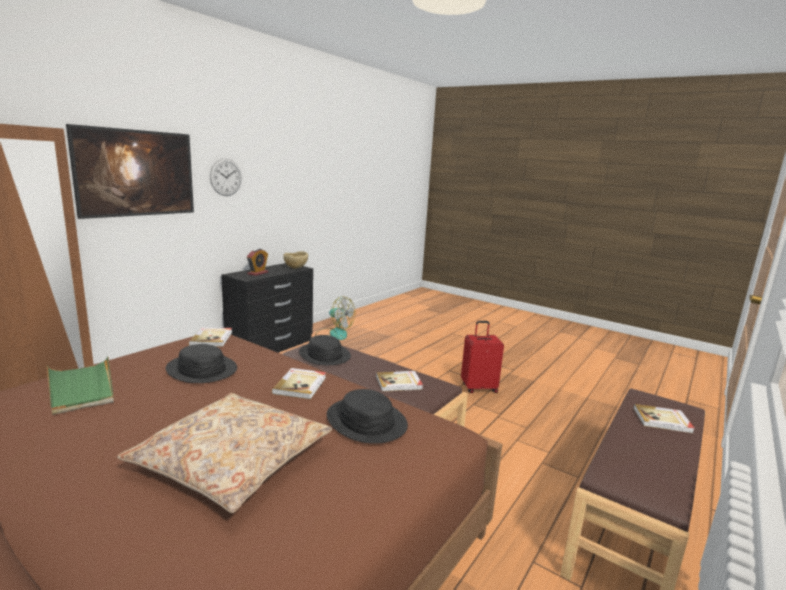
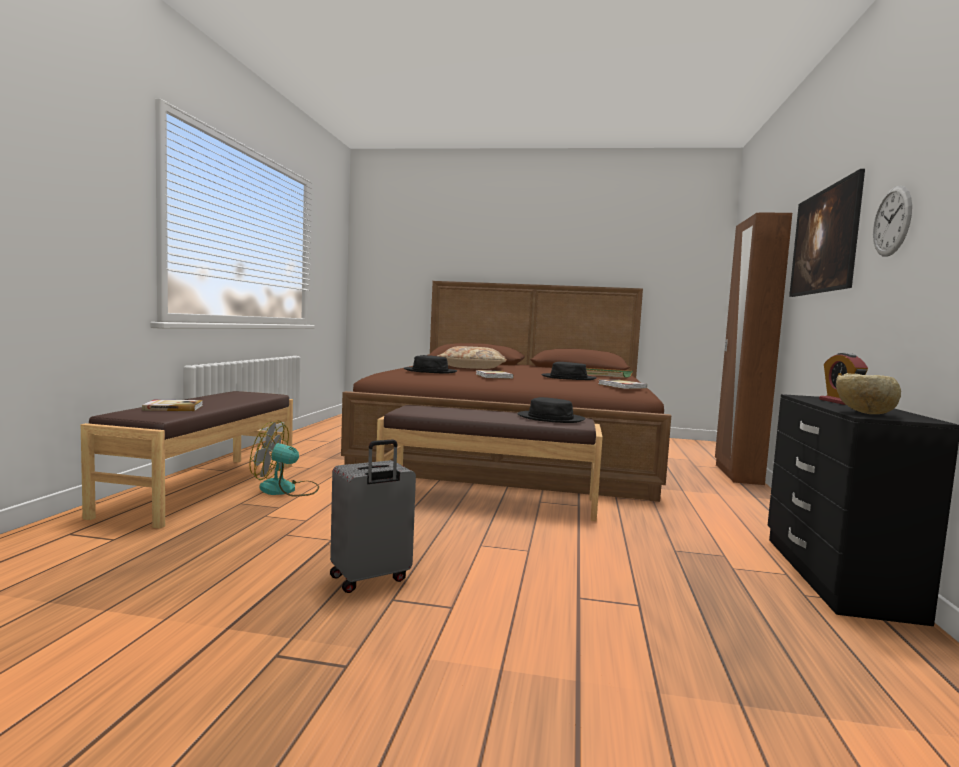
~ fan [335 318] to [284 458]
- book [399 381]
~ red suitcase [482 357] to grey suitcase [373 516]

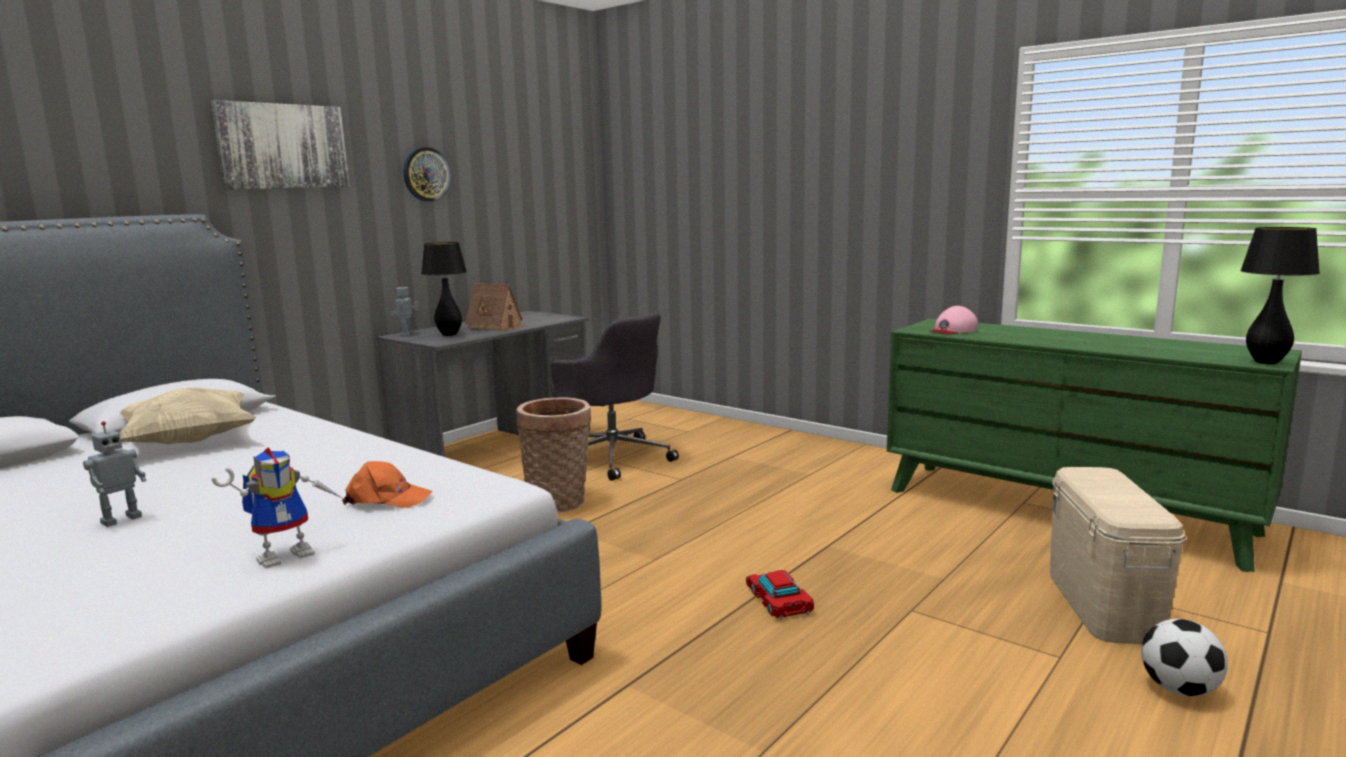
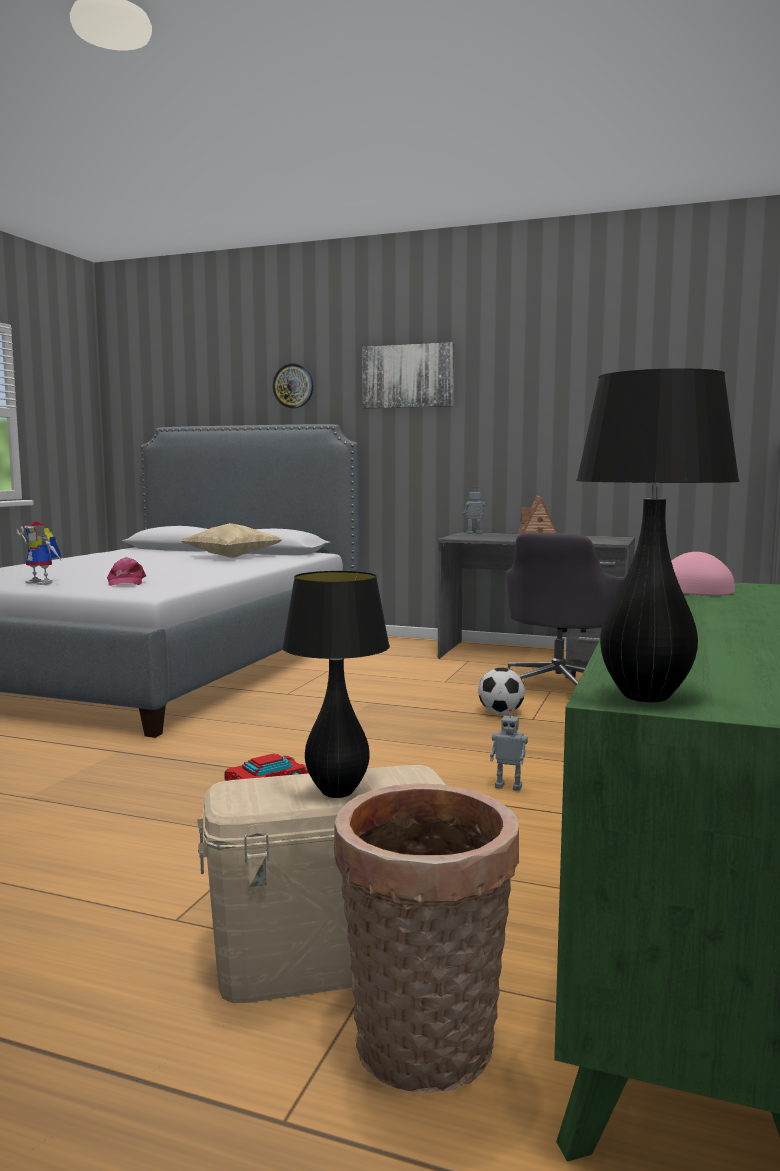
~ toy robot [115 474] to [509 749]
~ orange cap [387 484] to pink cap [126 571]
~ wall clock [427 174] to [292 385]
~ black table lamp [444 289] to [336 684]
~ basket [554 455] to [426 938]
~ football [1184 658] to [501 691]

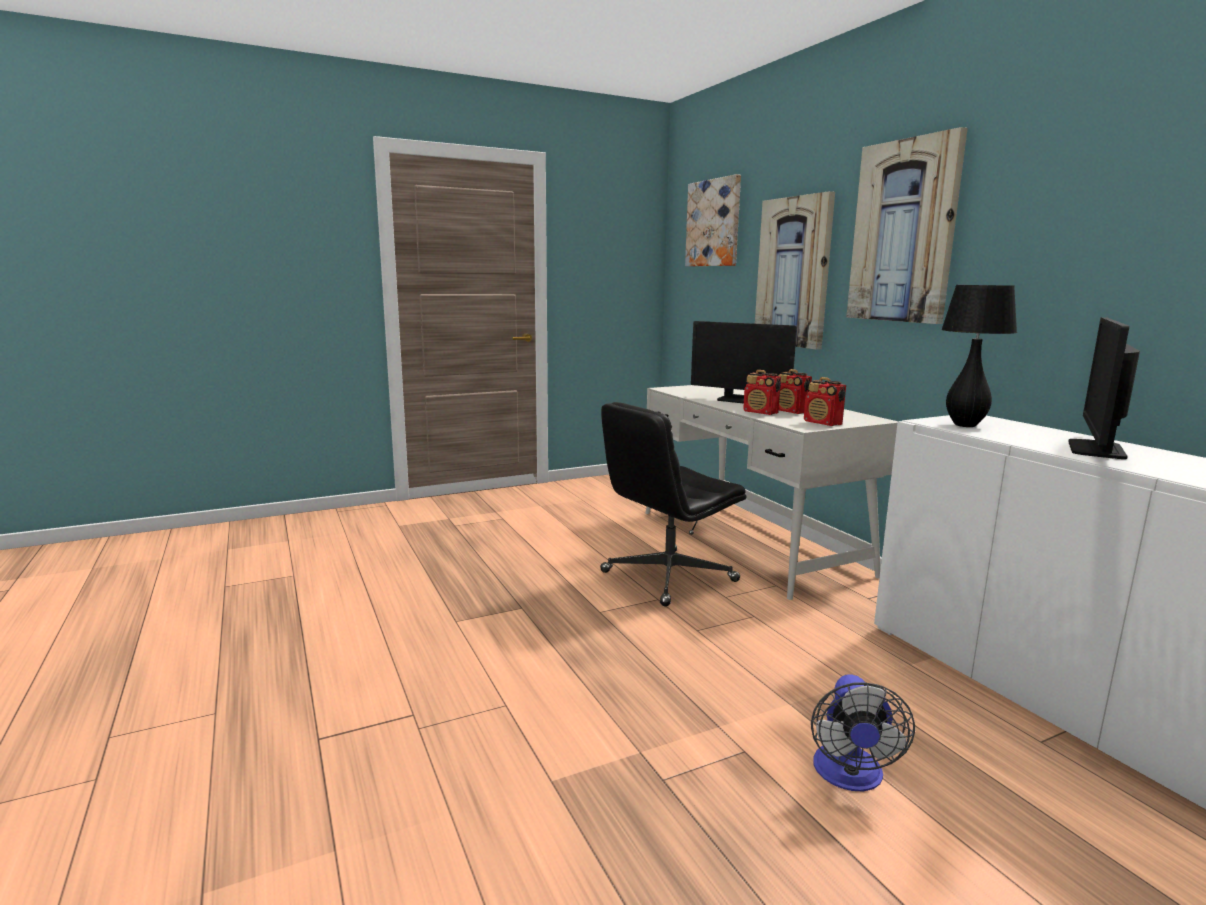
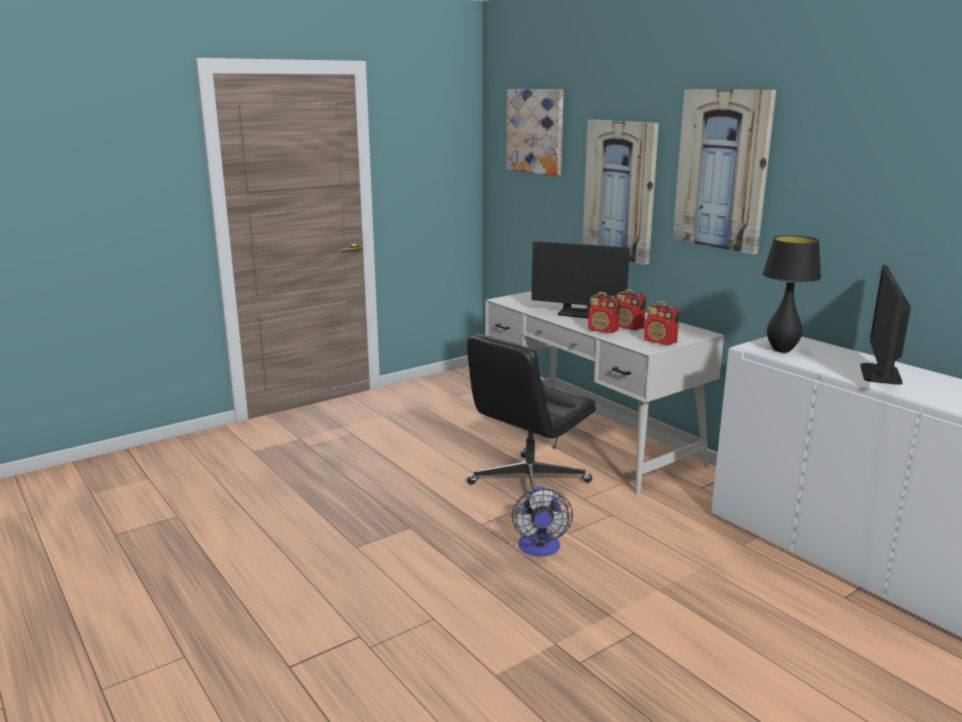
~ fan [863 733] to [542 521]

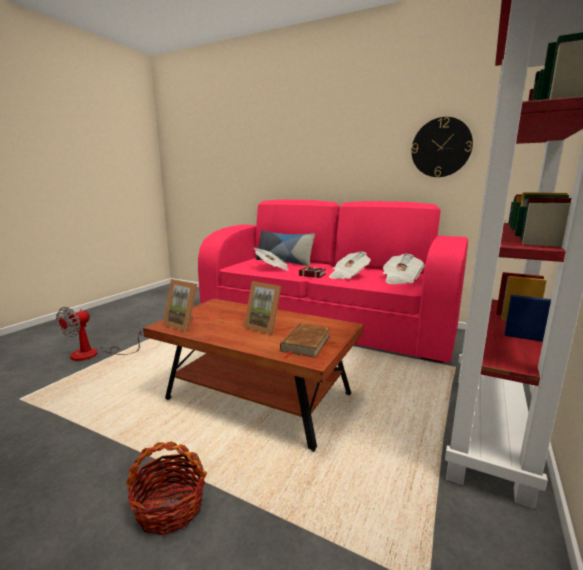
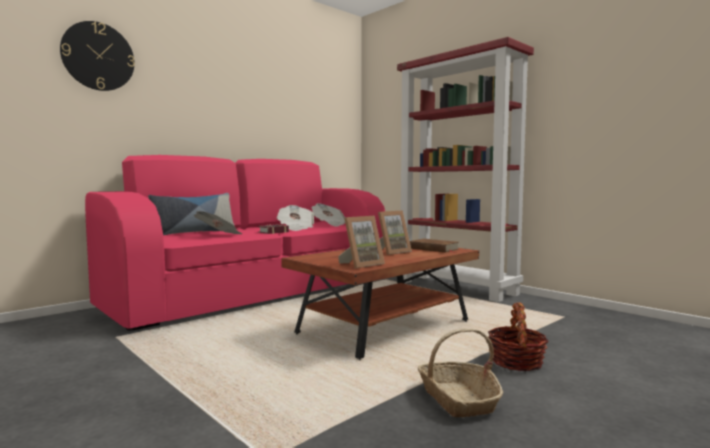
- fan [100 334]
~ wall clock [442 147] to [97 56]
+ basket [460 373]

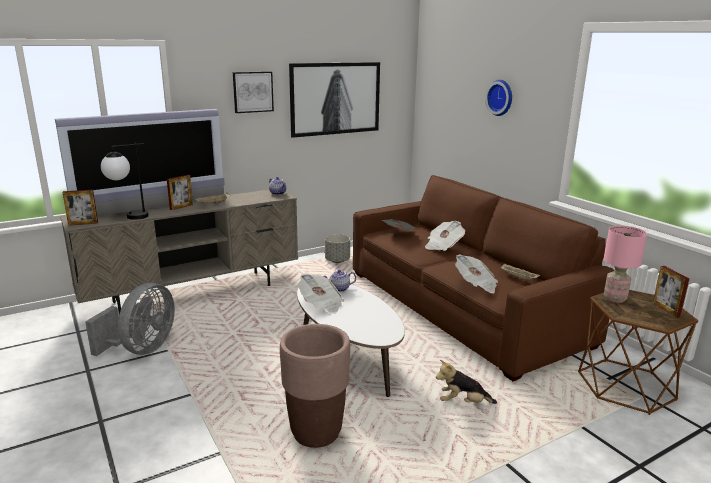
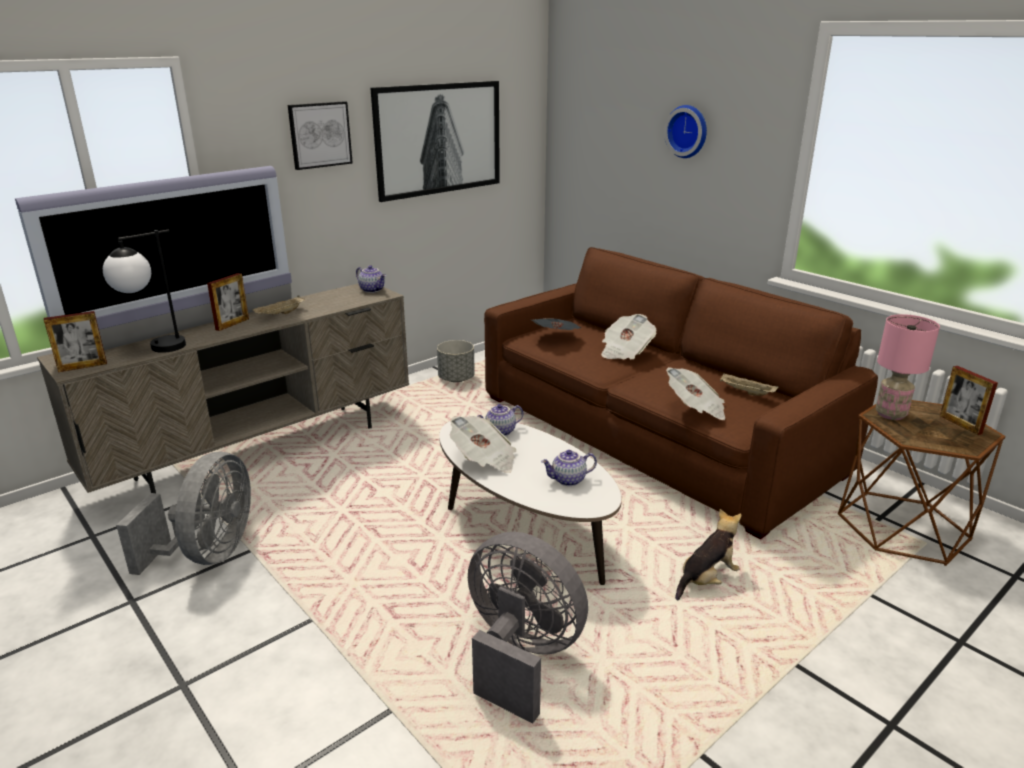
~ brown planter [315 386] to grey fan [528 628]
~ plush toy [466 382] = [708 554] 150 degrees clockwise
+ teapot [569 468]

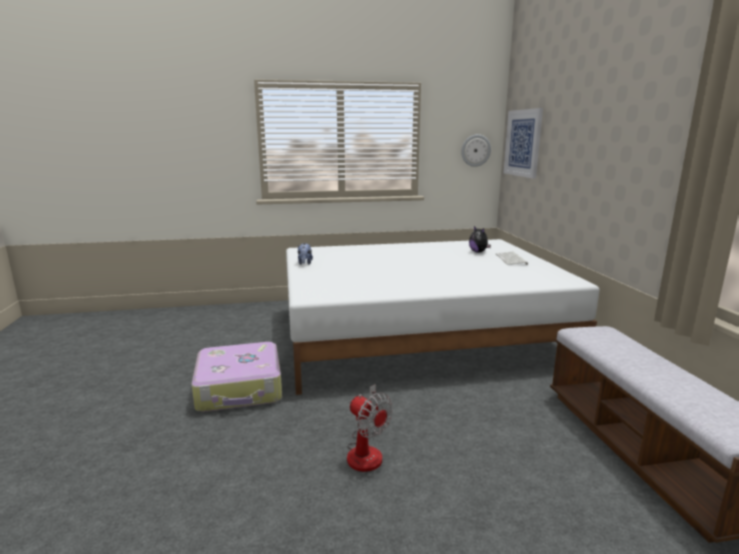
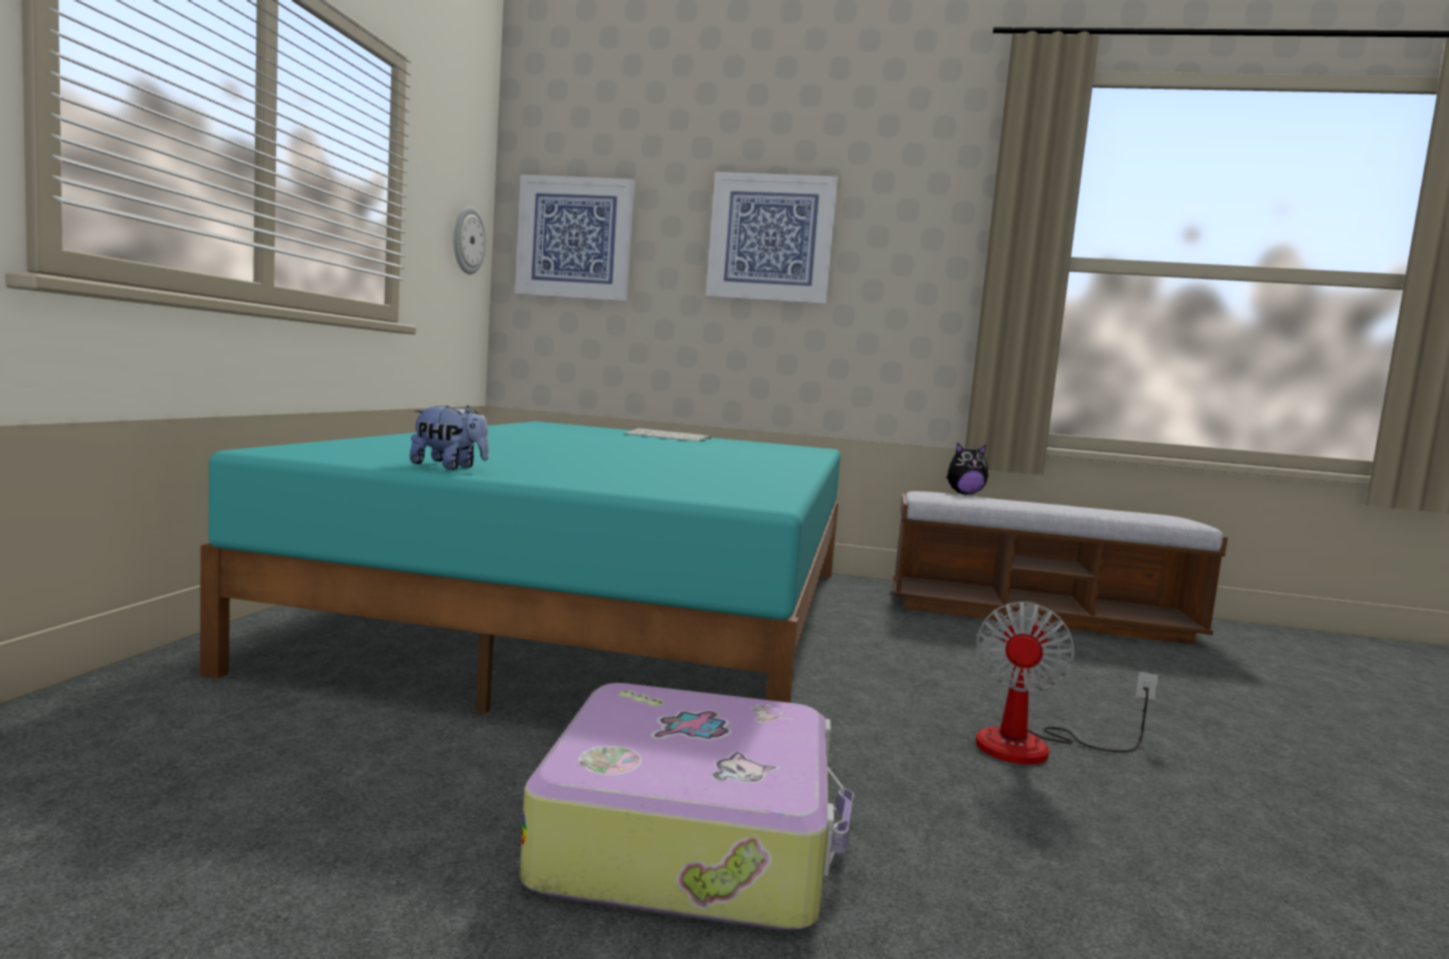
~ white bed [443 317] to turquoise bed [520 567]
~ fan [370 428] = [1067 683] 135 degrees clockwise
~ plush toy [480 239] to [967 468]
+ picture [772 238]

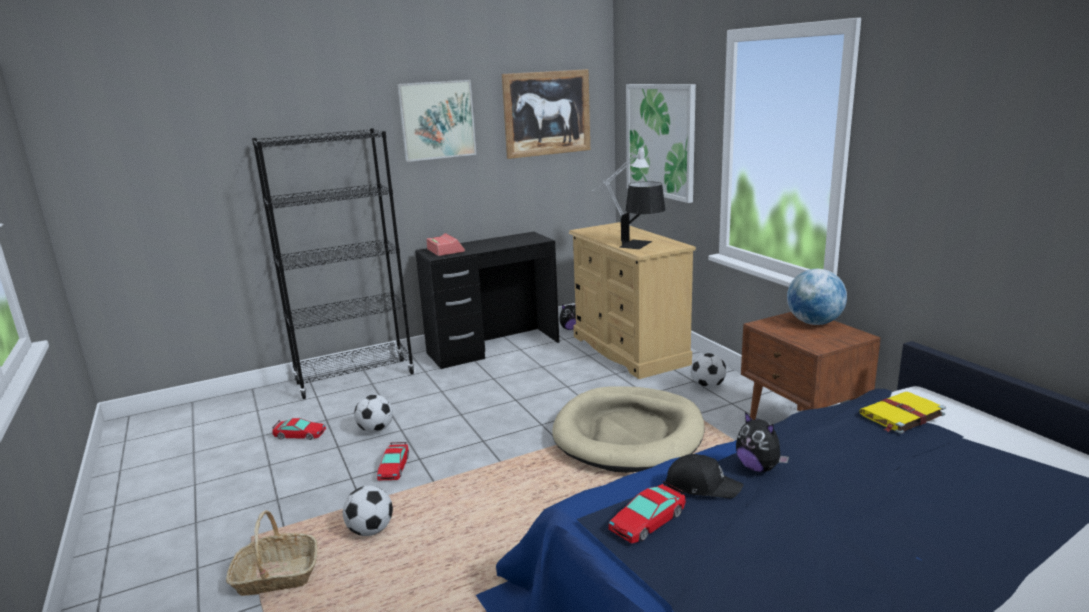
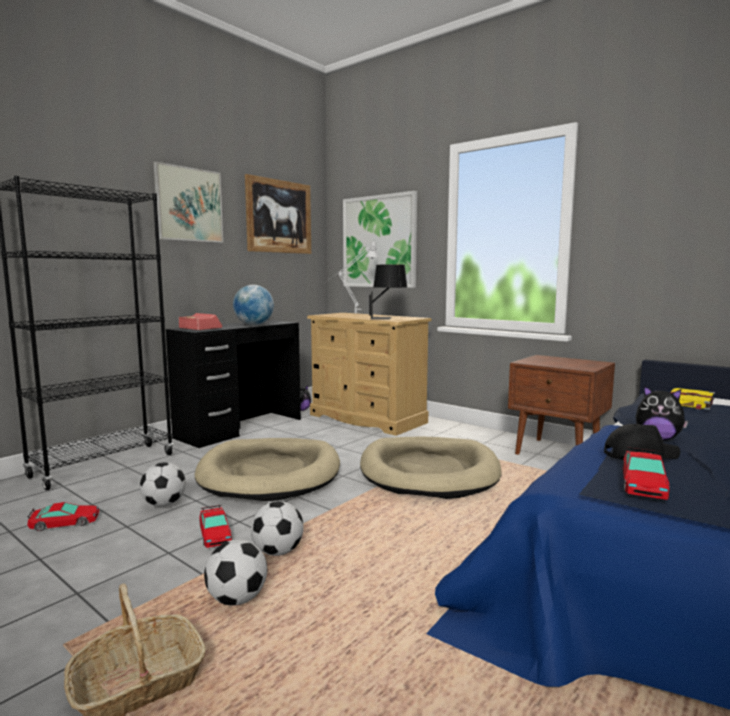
~ football [708 370] to [277 528]
~ globe [817 297] to [253 305]
+ beige dog bed [267 469]

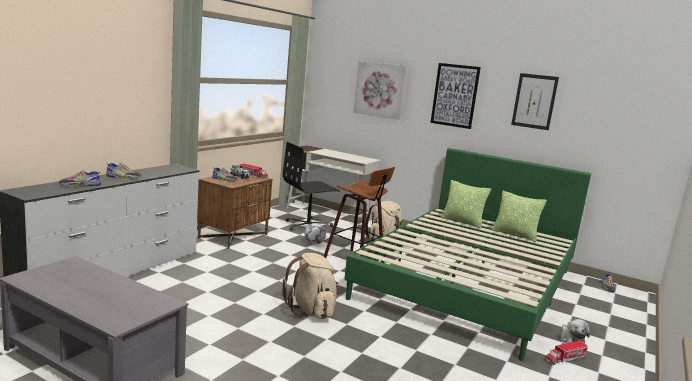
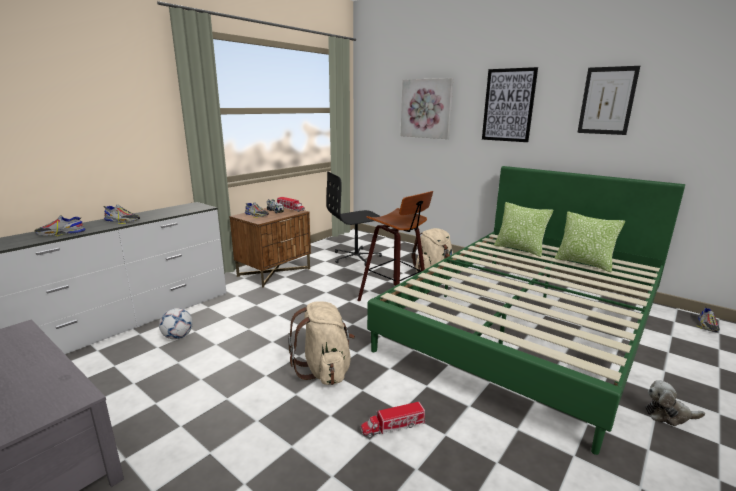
- white desk [333 185]
~ football [315 234] to [176 323]
~ toy truck [566 352] to [393 420]
~ plush toy [575 331] = [675 403] 90 degrees clockwise

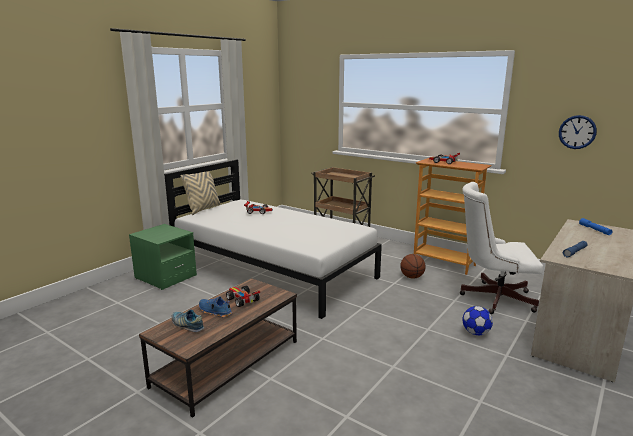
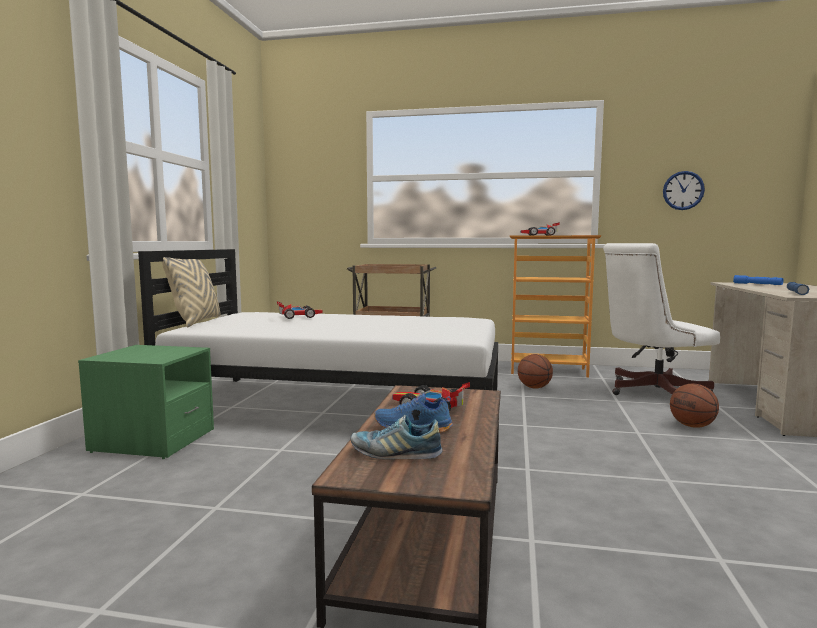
~ football [478 320] to basketball [694 406]

